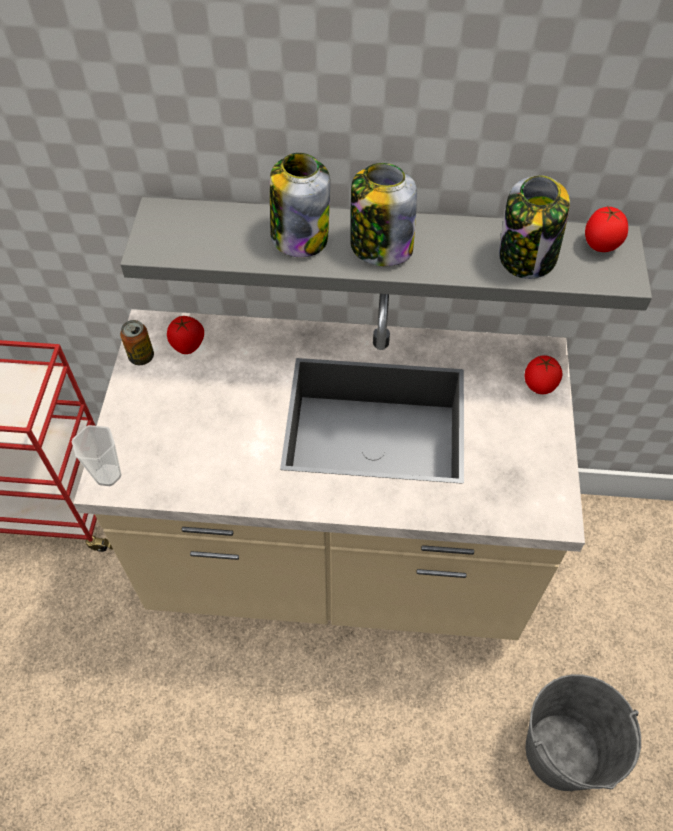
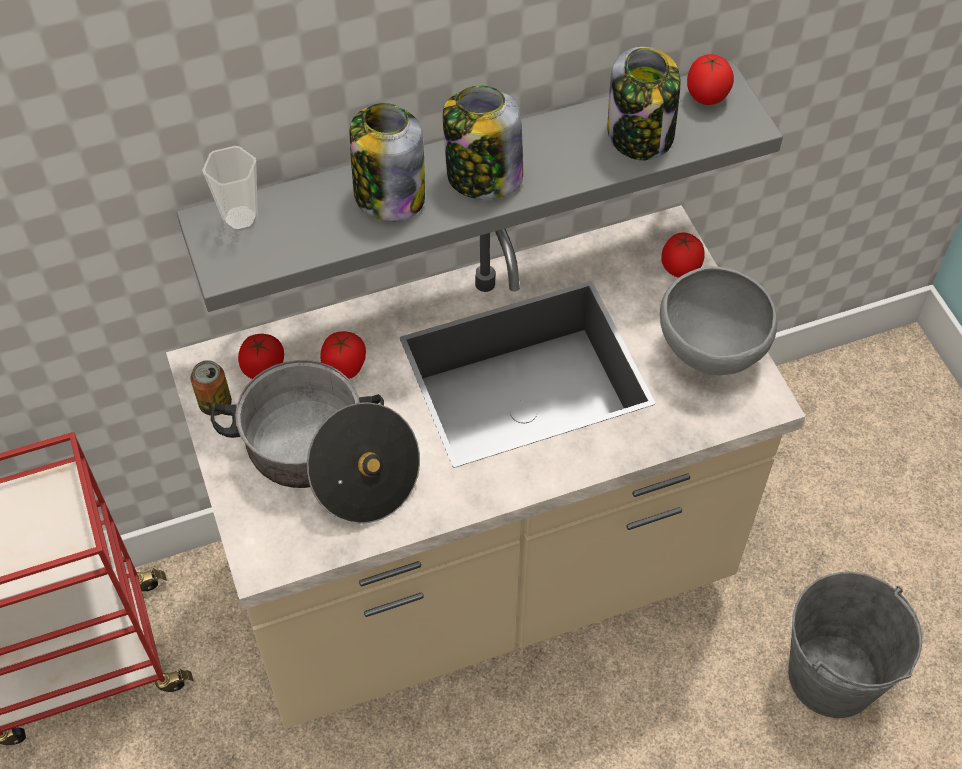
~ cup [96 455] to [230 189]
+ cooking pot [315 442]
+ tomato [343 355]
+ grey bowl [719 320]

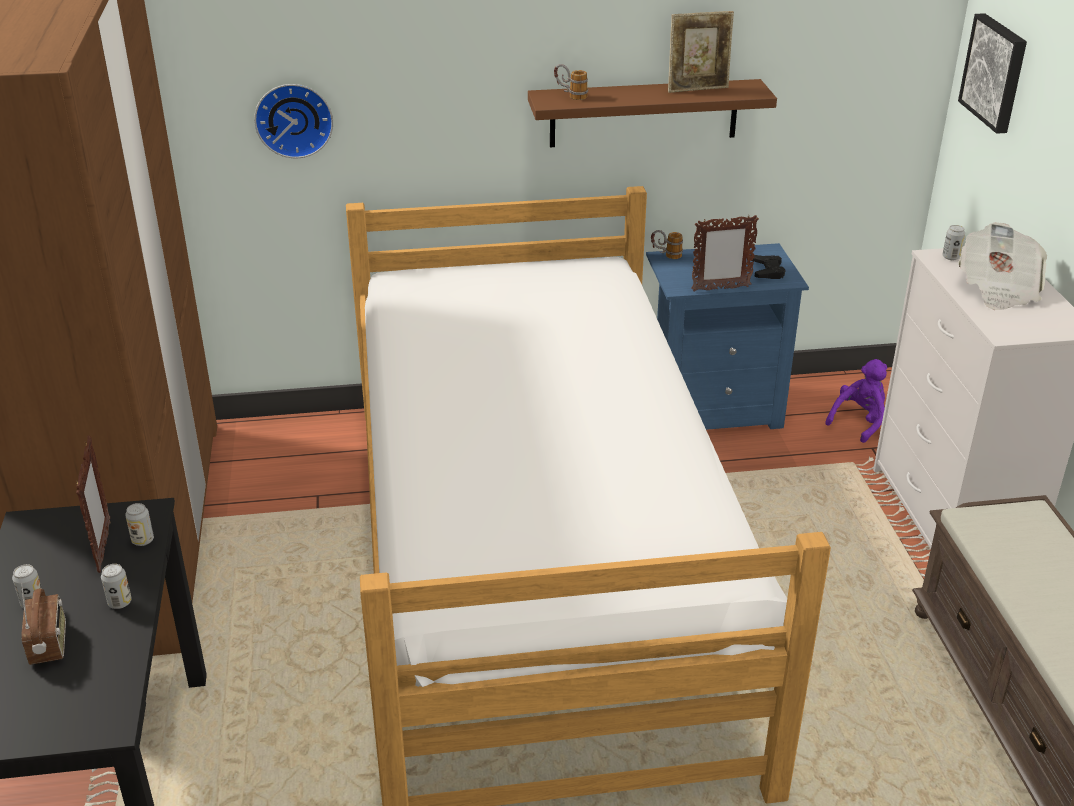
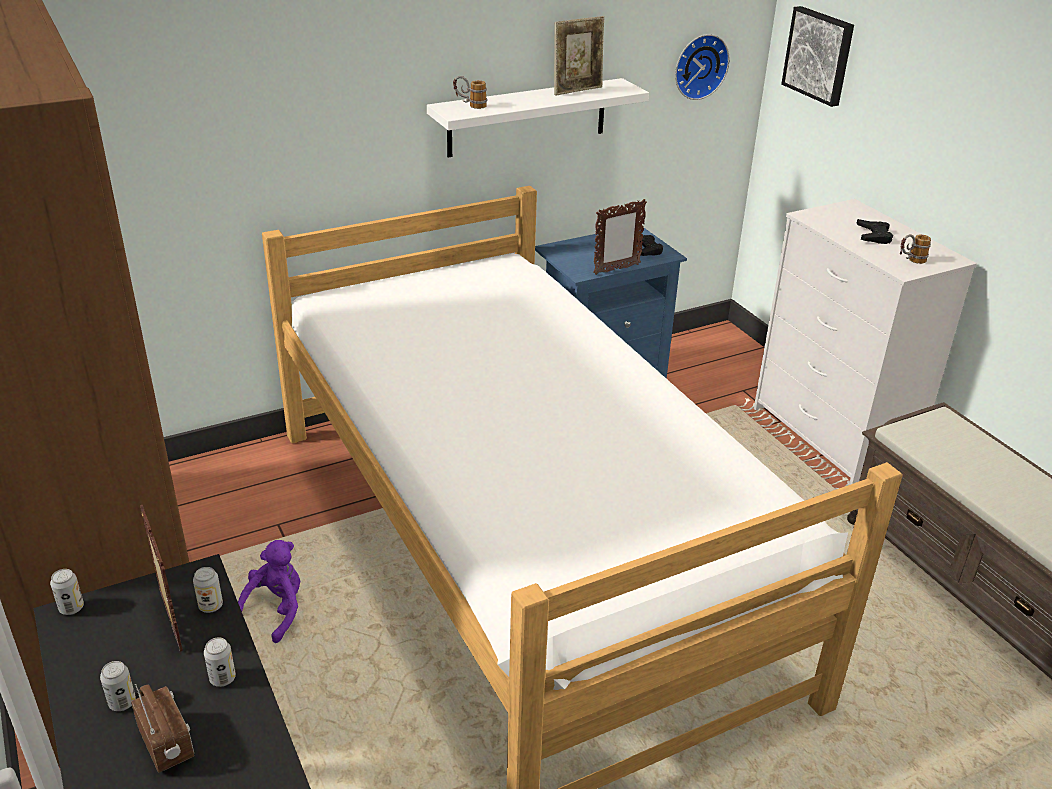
~ wall clock [293 121] to [702 67]
~ brown shelf [652 113] to white shelf [538 118]
~ mug [667 244] to [915 249]
~ purple plush toy [856 401] to [269 591]
~ can [953 242] to [67 592]
~ newspaper [1002 266] to black game controller [874 231]

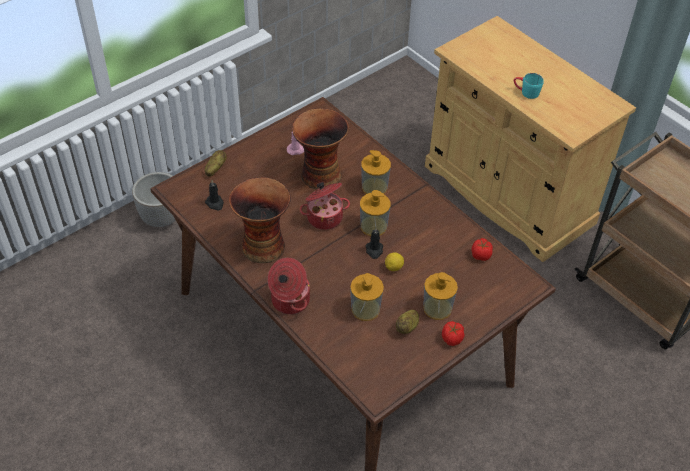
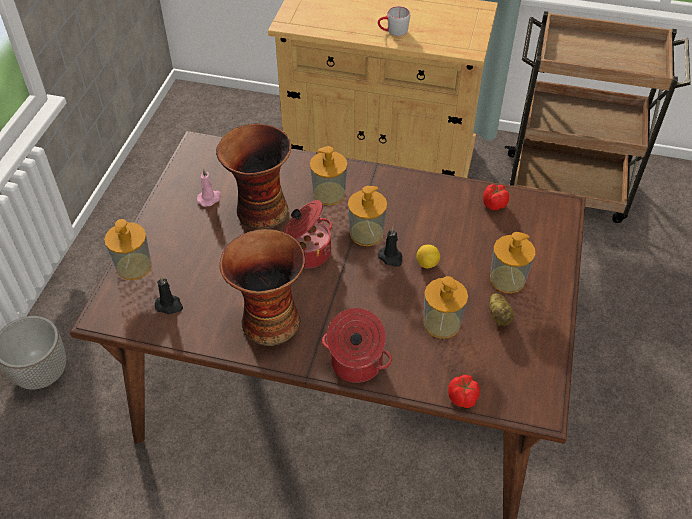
~ potato [216 163] to soap dispenser [128 249]
~ tomato [453 333] to [464 391]
~ turquoise mug [529 86] to grey mug [394 21]

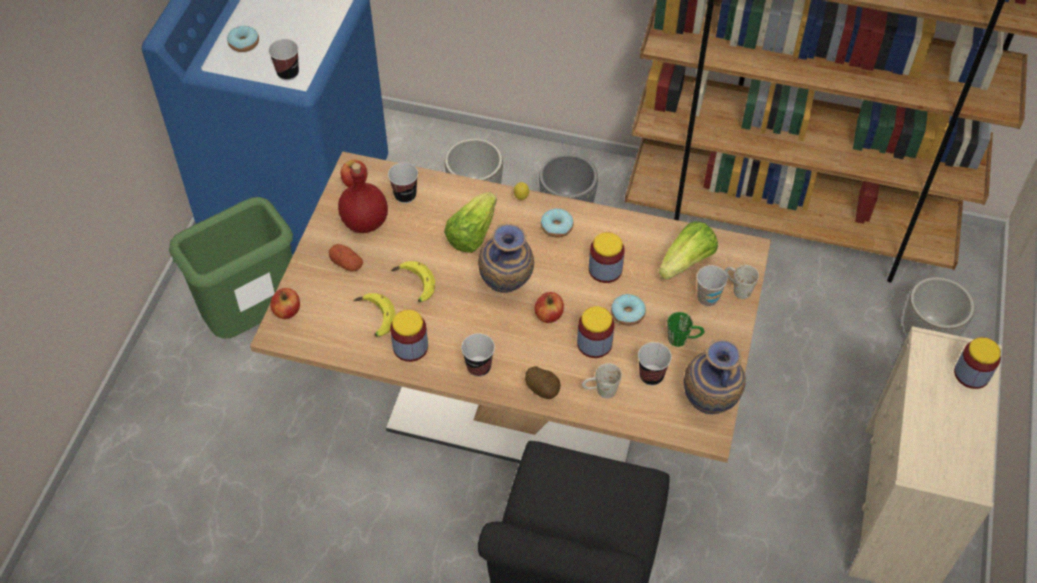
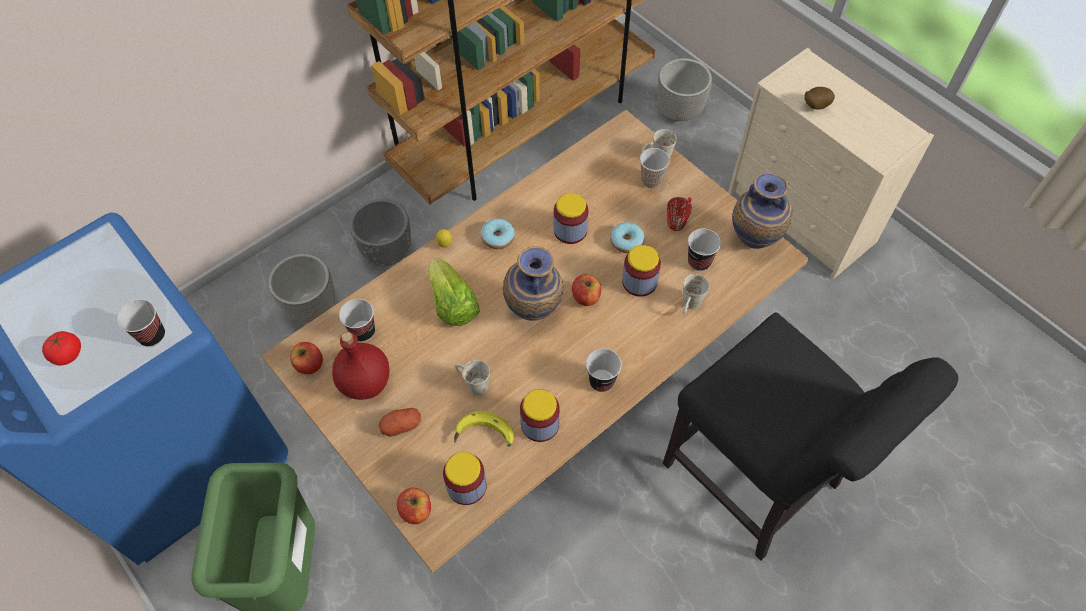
~ donut [243 39] to tomato [61 348]
~ banana [413 281] to white mug [472 377]
~ potato [542 382] to [819 98]
- lettuce [688 250]
~ green mug [686 329] to red mug [679 214]
~ jar [977 363] to [465 478]

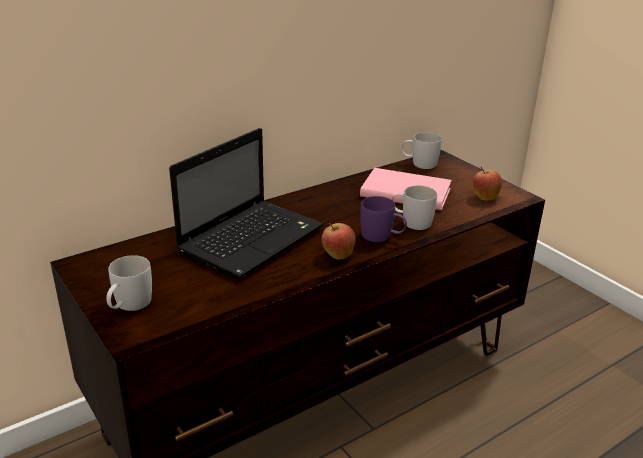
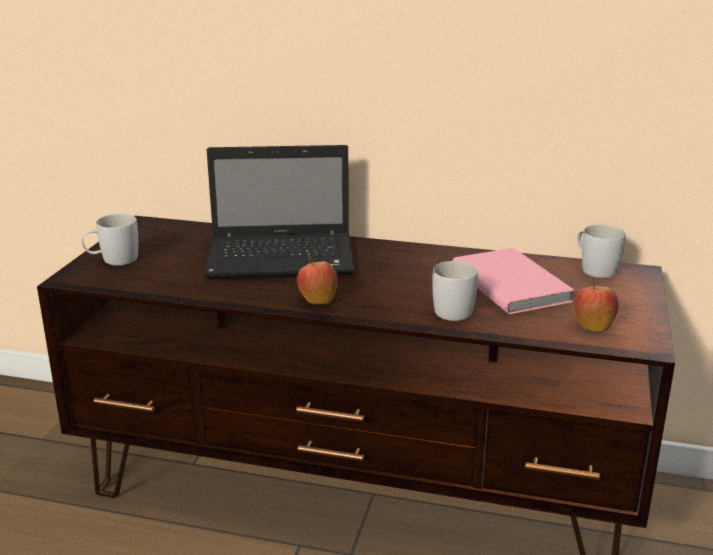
- purple mug [383 219]

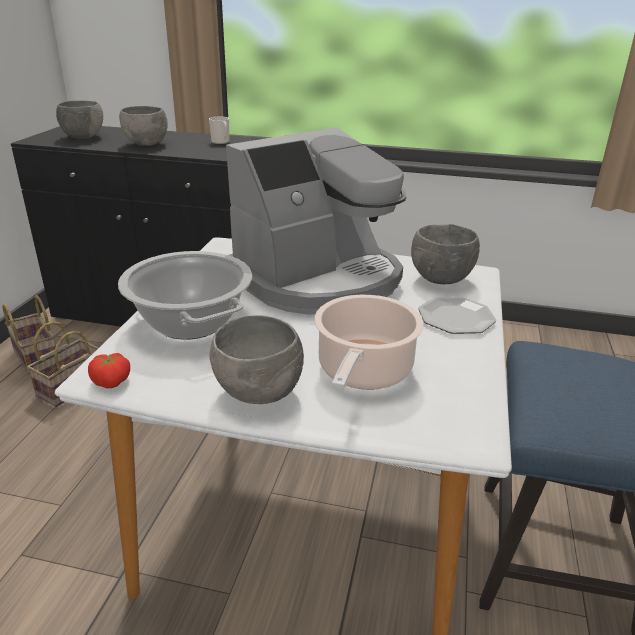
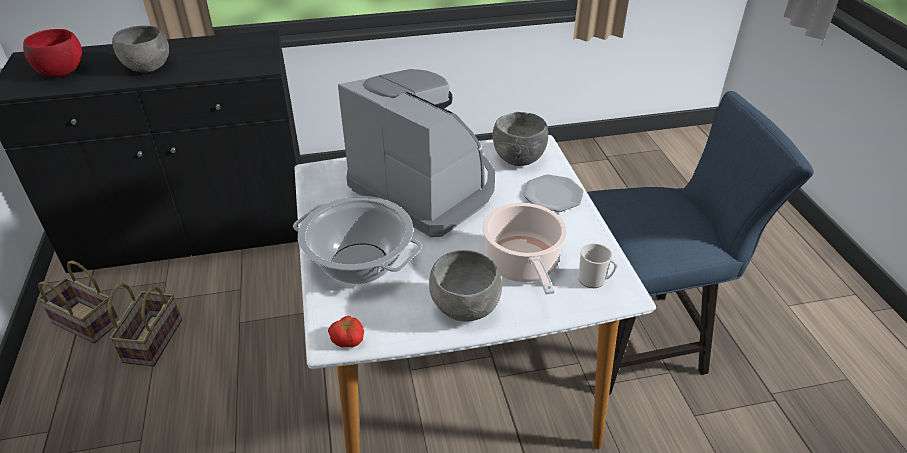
~ grey bowl [79 119] to red bowl [52 53]
~ mug [219 130] to [597 265]
~ coffee machine [316 221] = [416 153] 75 degrees counterclockwise

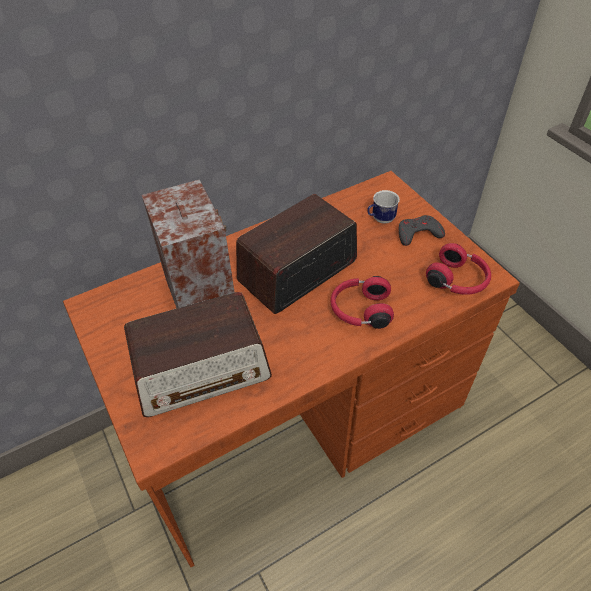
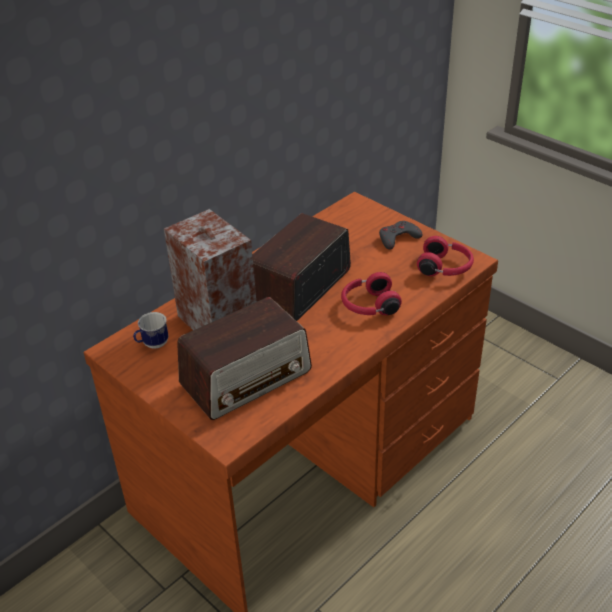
~ mug [383 206] to [150 330]

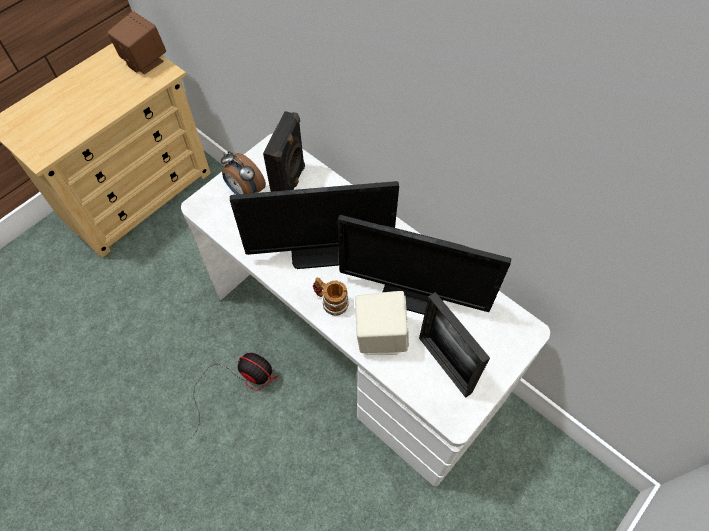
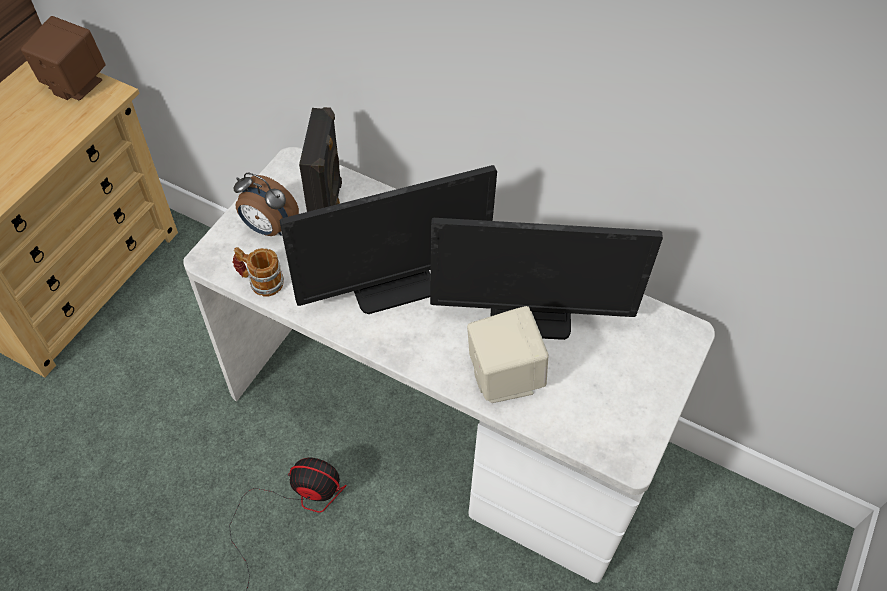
~ mug [331 296] to [258 272]
- picture frame [454 345]

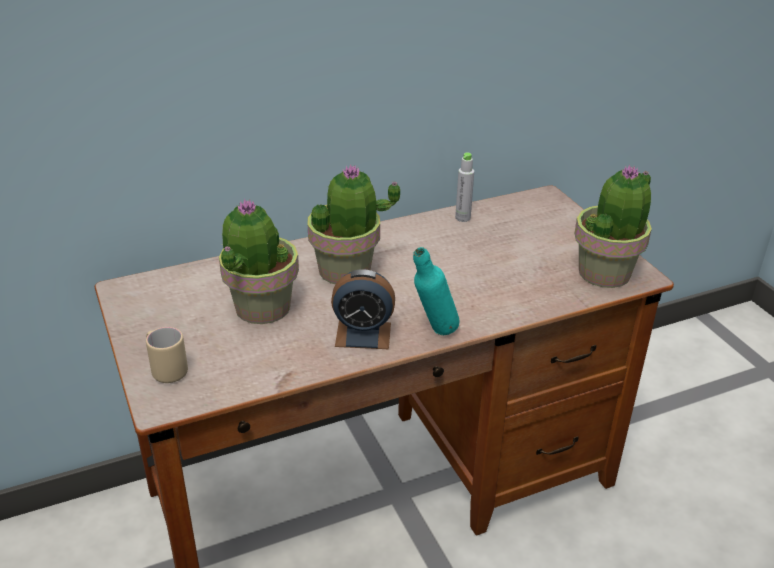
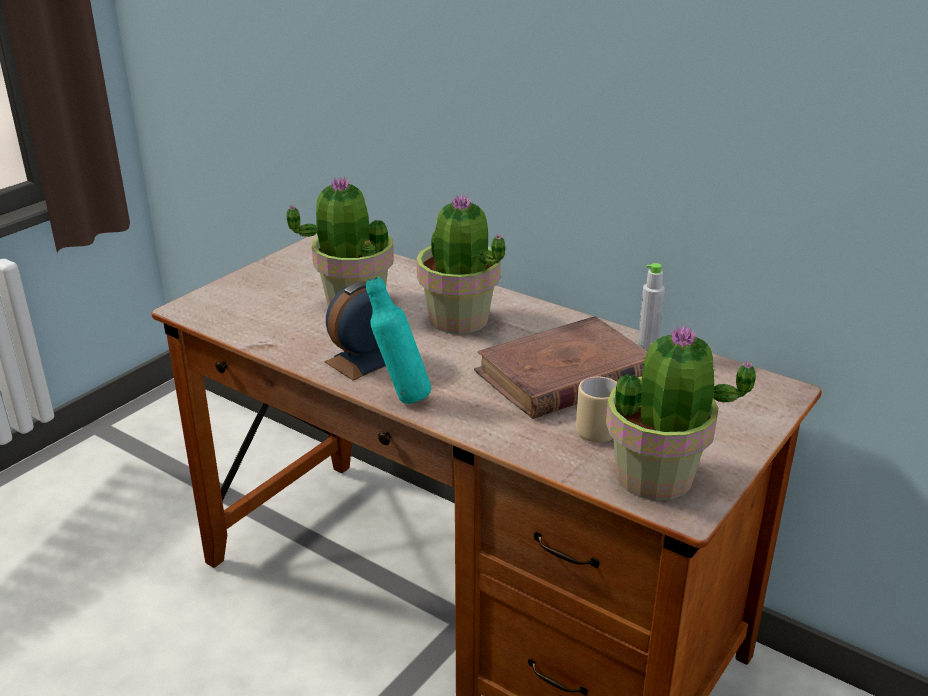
~ beige mug [167 355] to [596 409]
~ alarm clock [363 309] = [355 330] 75 degrees clockwise
+ brown book [560 367]

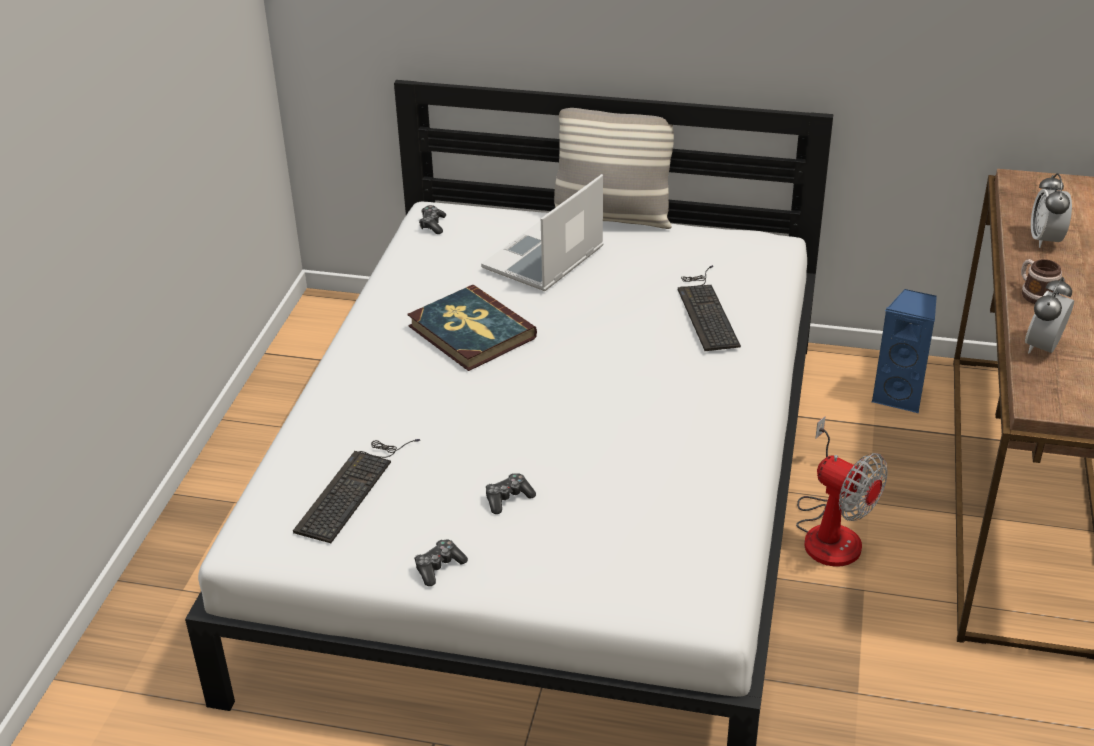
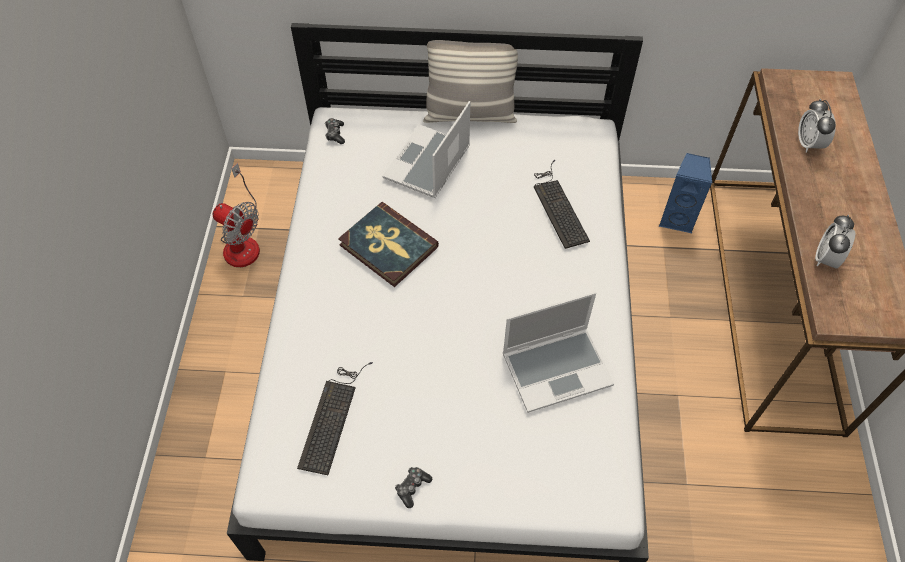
- game controller [511 493]
~ fan [842 491] to [236 215]
- mug [1041 281]
+ laptop [558 352]

